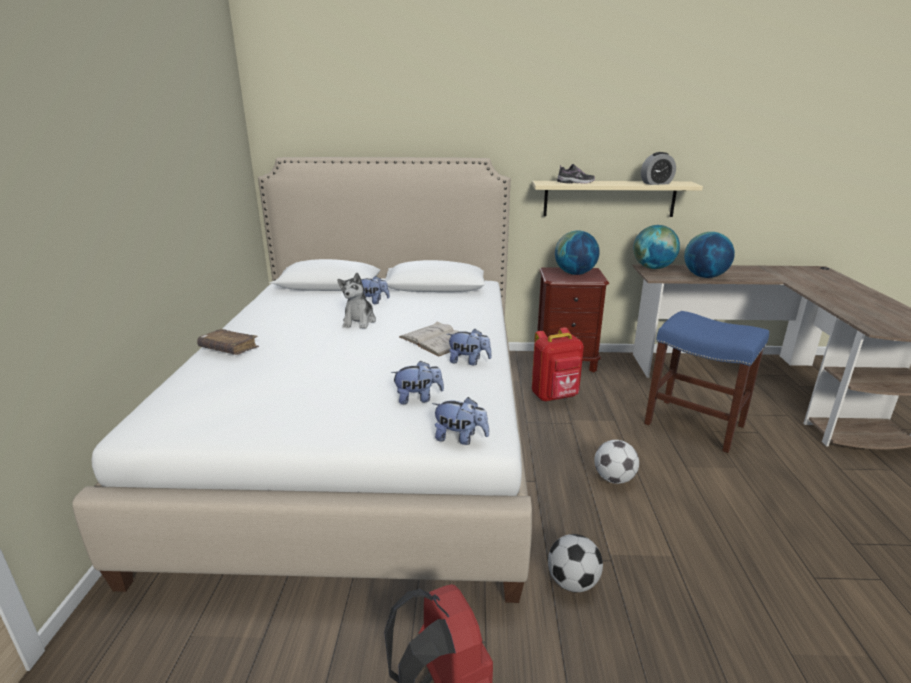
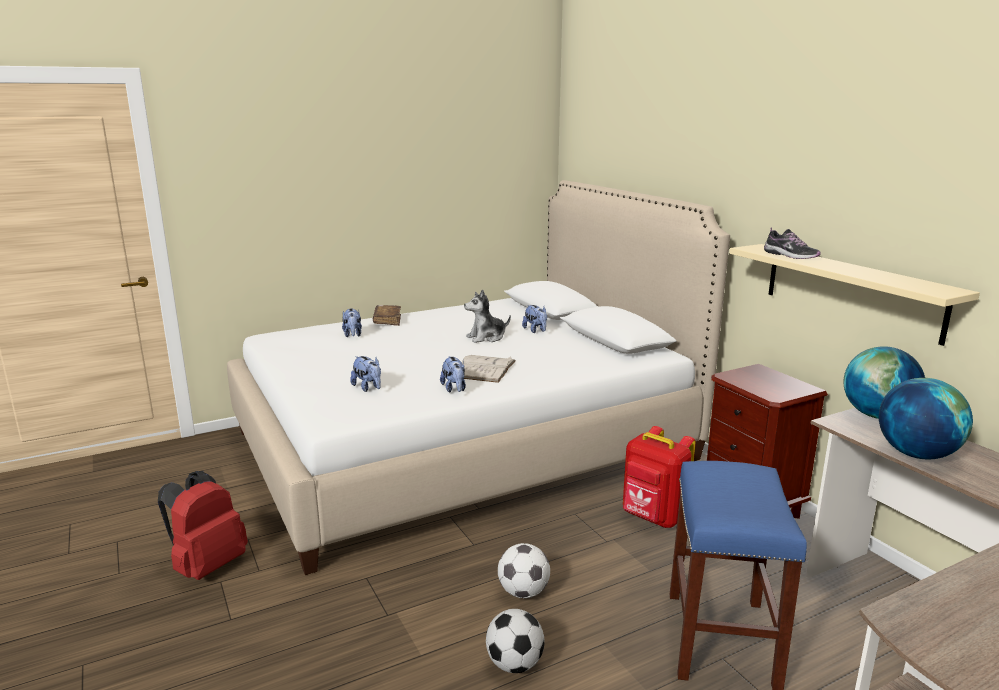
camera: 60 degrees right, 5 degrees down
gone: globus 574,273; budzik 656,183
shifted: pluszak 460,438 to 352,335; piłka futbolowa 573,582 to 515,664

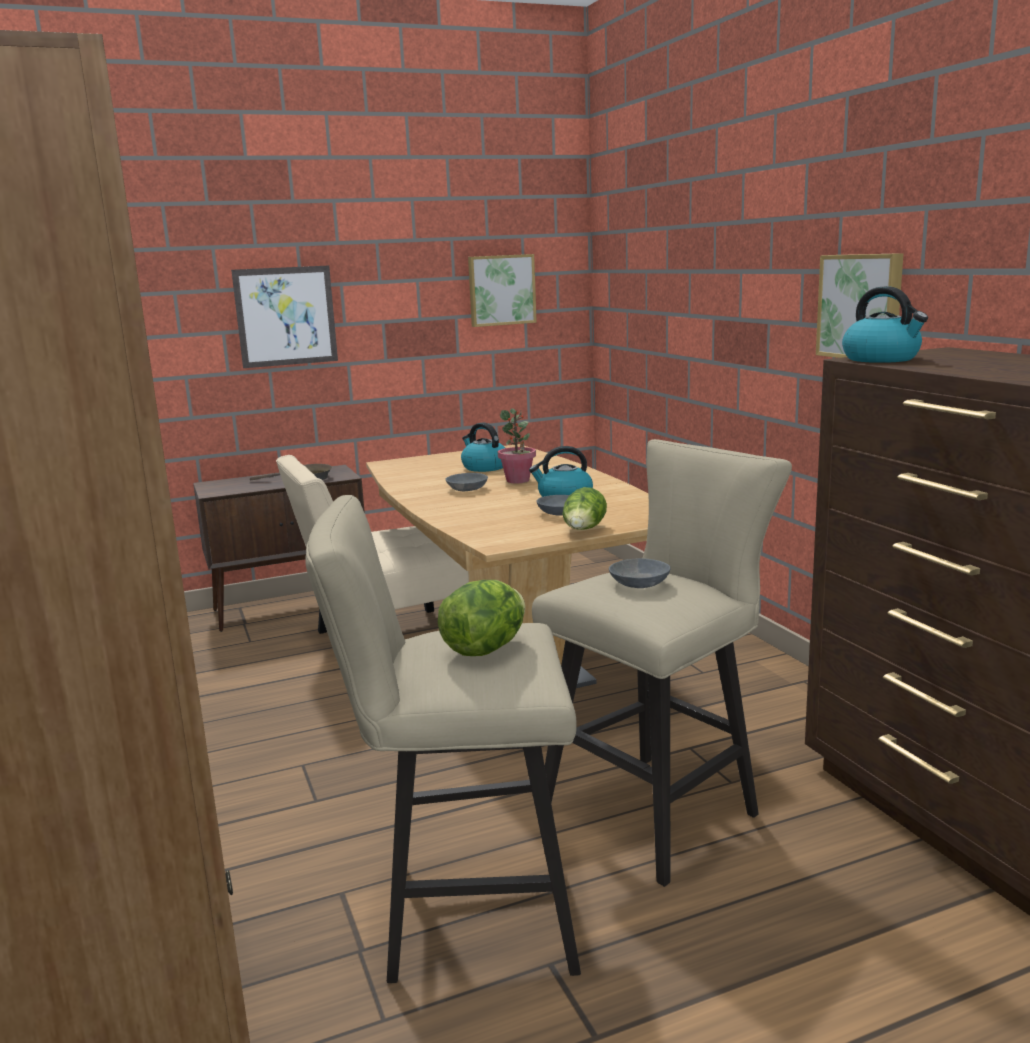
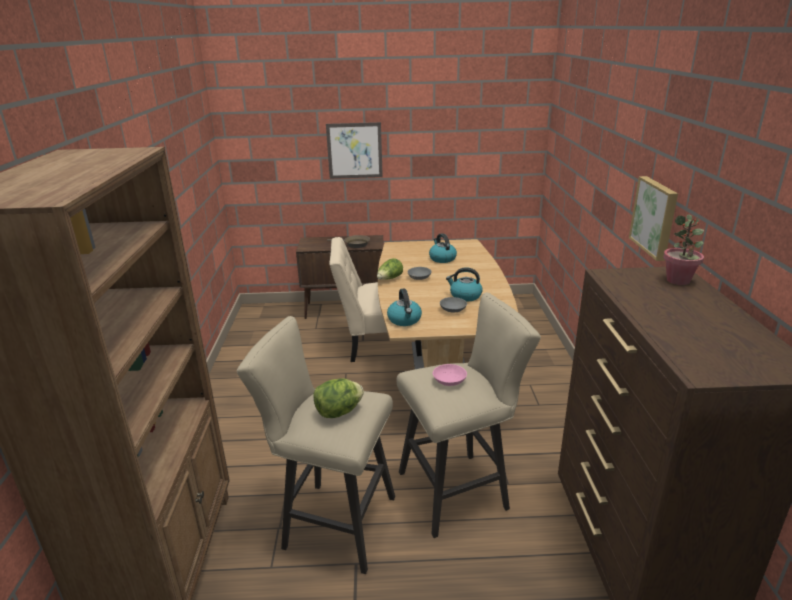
camera: 20 degrees right, 10 degrees up
gone: obraz 501,290
shifted: sałata 584,530 to 389,279; czajnik 882,359 to 404,320; roślina doniczkowa 518,480 to 678,281
repainted: miska (szary) 640,583 to miska (różowy) 450,380

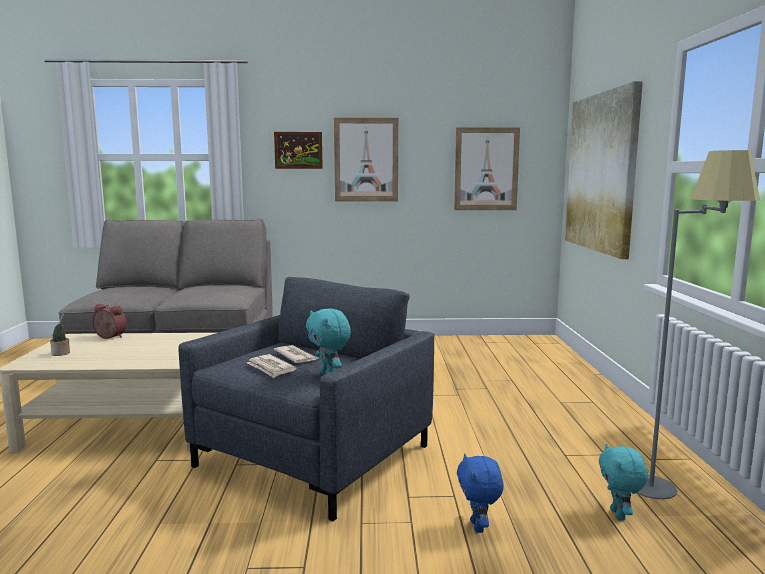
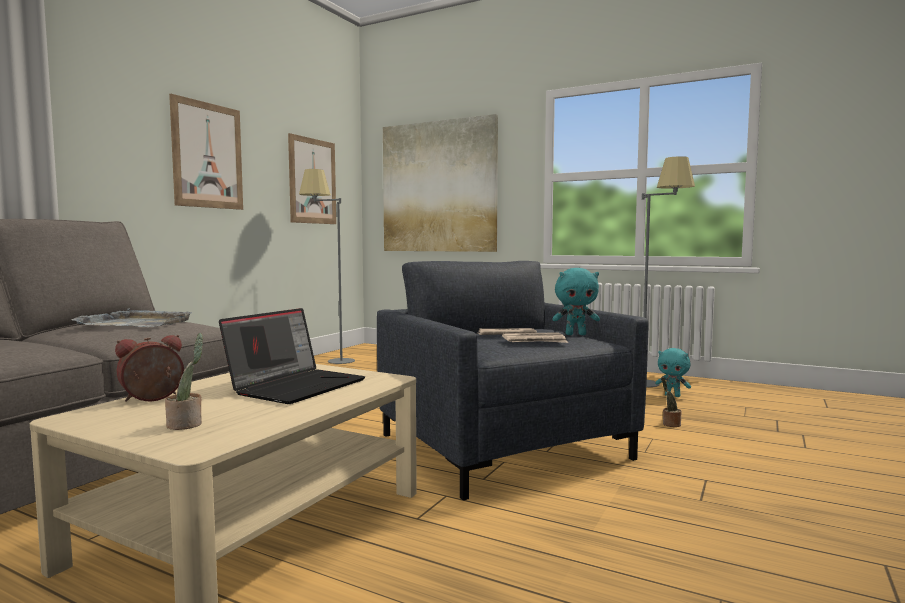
camera: 60 degrees left, 5 degrees down
gone: obraz 298,150
new: taca (szary) 136,323; laptop 297,386; lampa stojąca (szary) 329,362
swapped: pluszak (niebieski) 478,527 to roślina doniczkowa 670,424

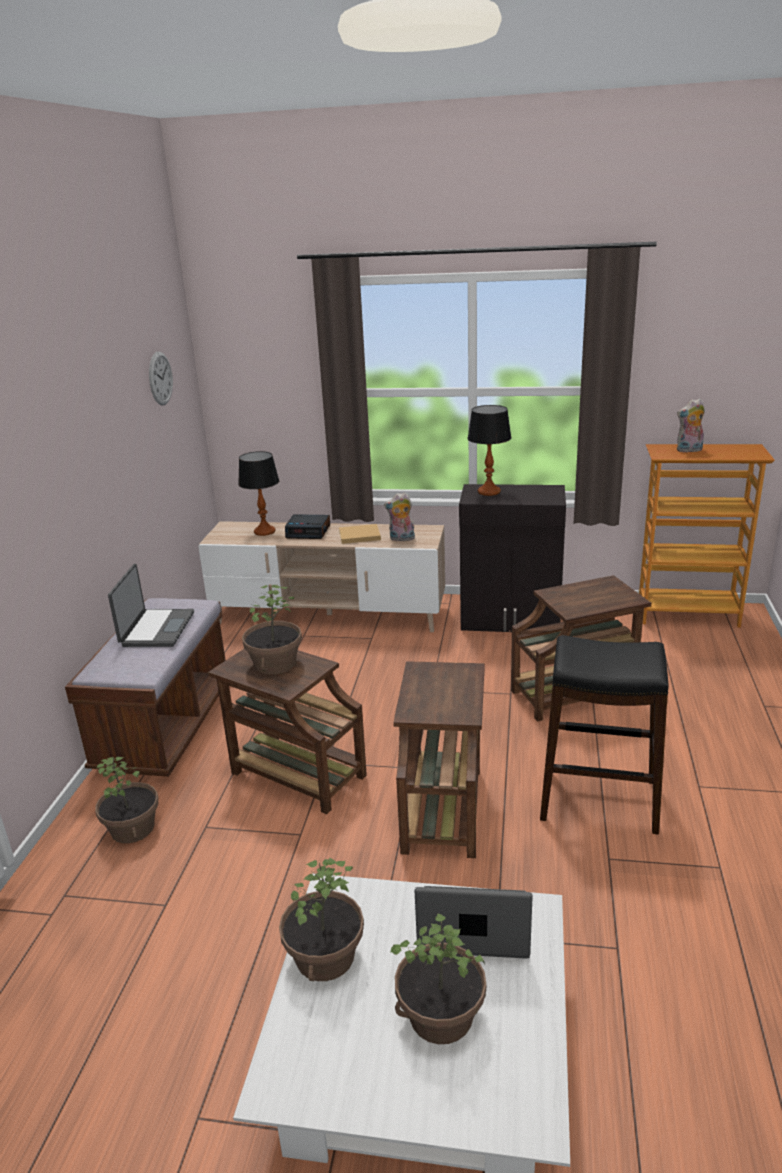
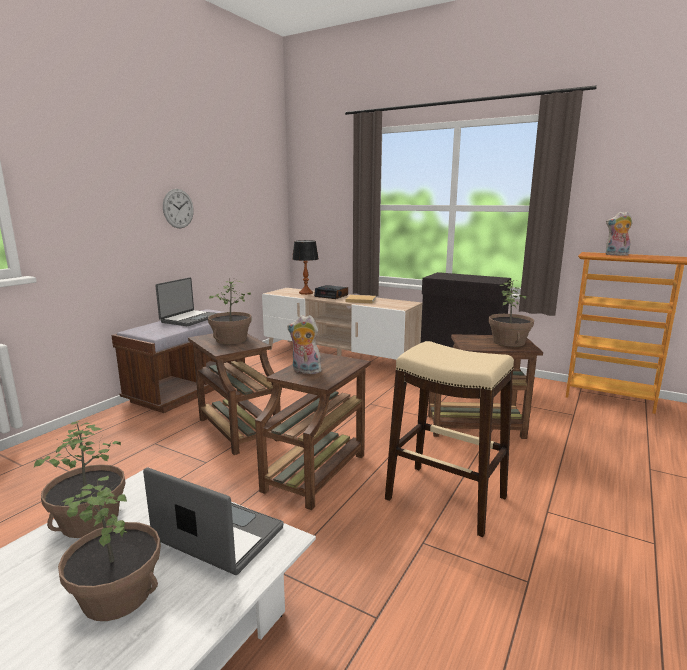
camera: 20 degrees right, 10 degrees down
gone: lampa stołowa 488,491
shifted: zegar ścienny 160,378 to 178,208; pluszak 401,539 to 305,371; roślina doniczkowa 133,828 to 509,342
repainted: stołek (czarny) 599,800 to stołek (beżowy) 446,498

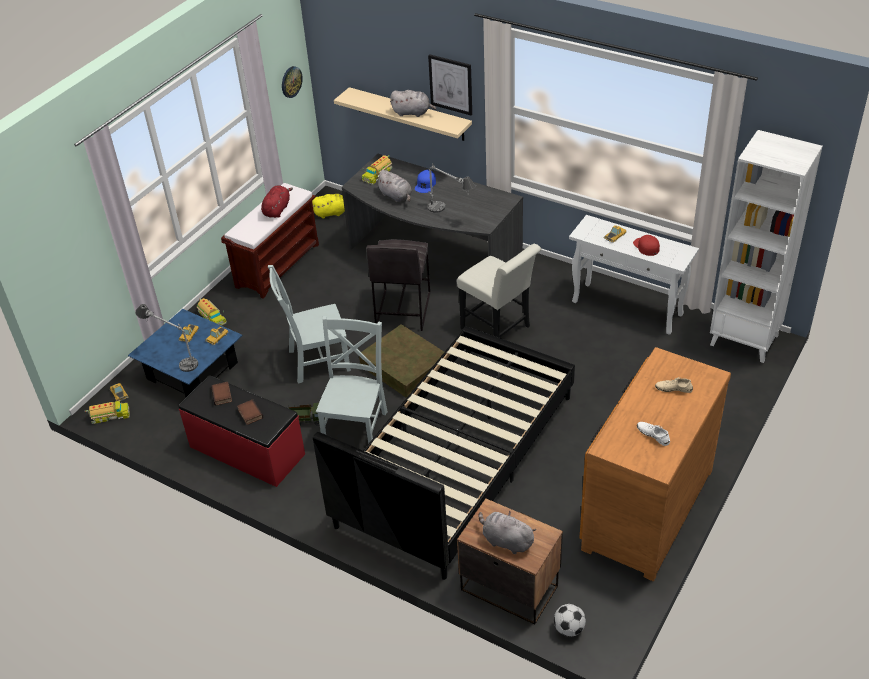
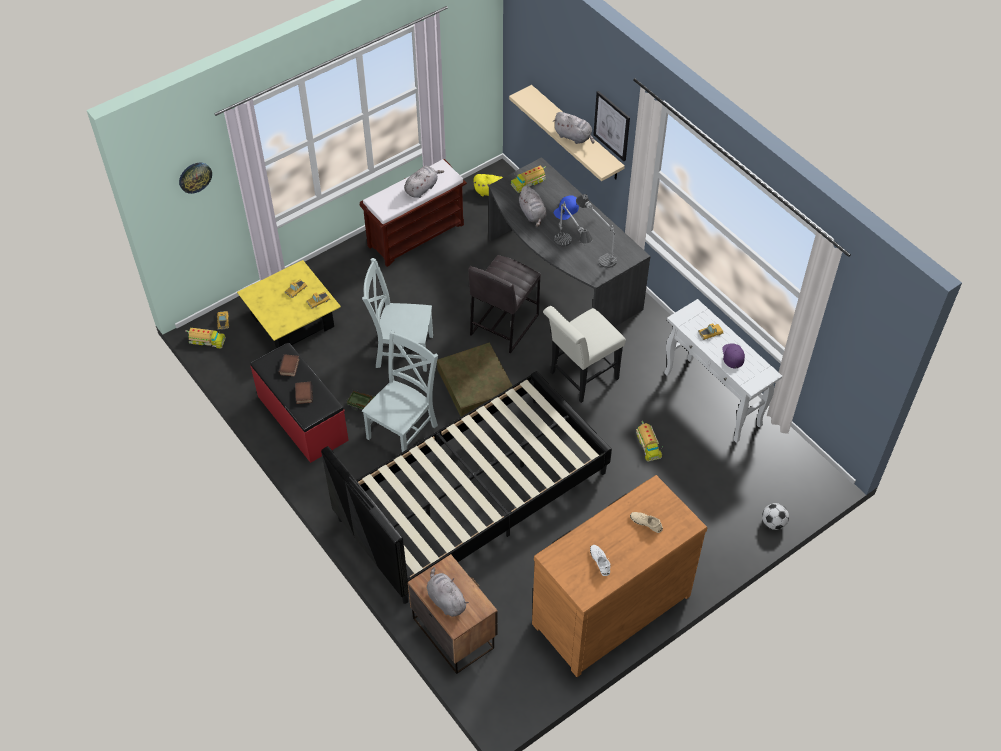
camera: 20 degrees right, 10 degrees up
gone: regał (biały) 745,340
shifted: zegar ścienny 291,81 to 195,177; lampa stołowa 174,357 to 596,249; ciężarówka zabawkowa 211,317 to 647,445; piłka futbolowa 569,629 to 773,523
repainted: ława (niebieski) 192,371 to ława (żółty) 292,321; pluszak (czerwony) 277,209 to pluszak (szary) 422,188; czapka z daszkiem (czerwony) 646,246 to czapka z daszkiem (fioletowy) 733,356
rotated: krzesło (biały) 499,329 = 580,378 75 degrees clockwise

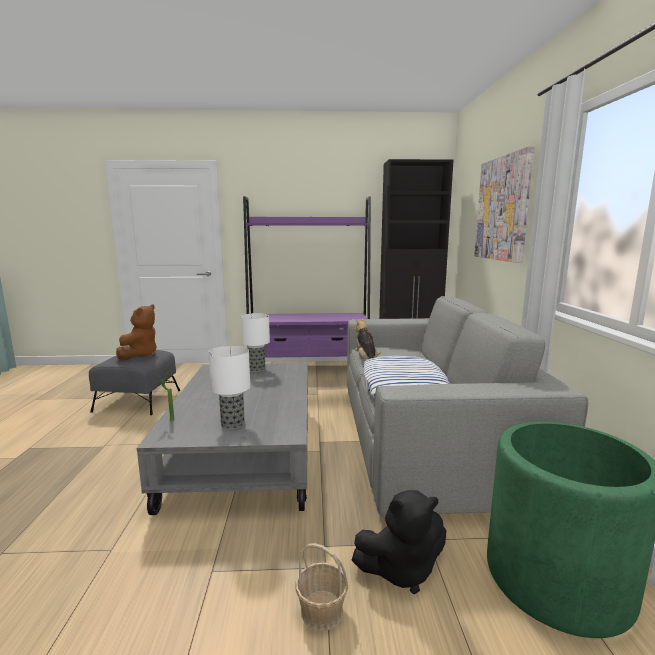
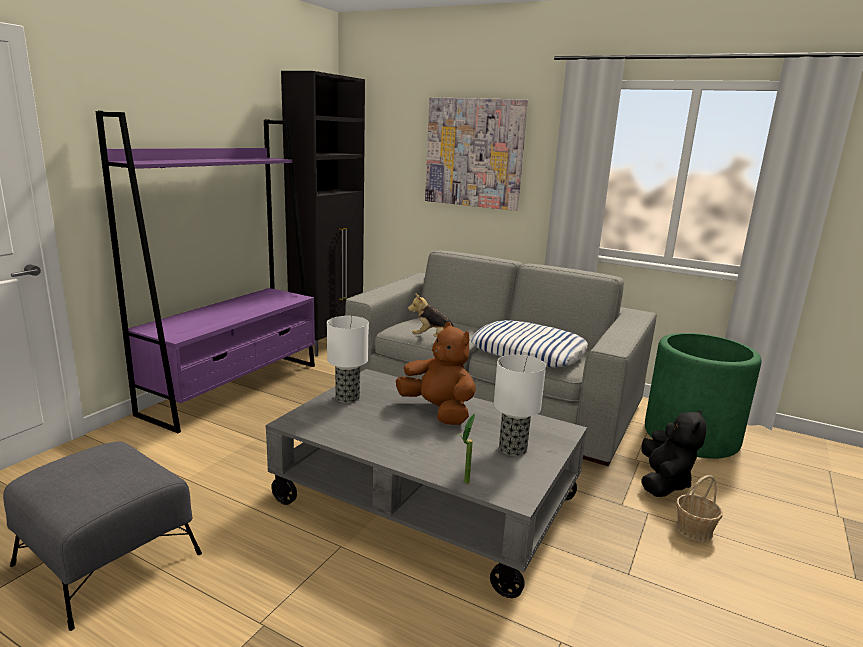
camera: 60 degrees left, 5 degrees up
shifted: pluszak (brązowy) 140,355 to 438,411

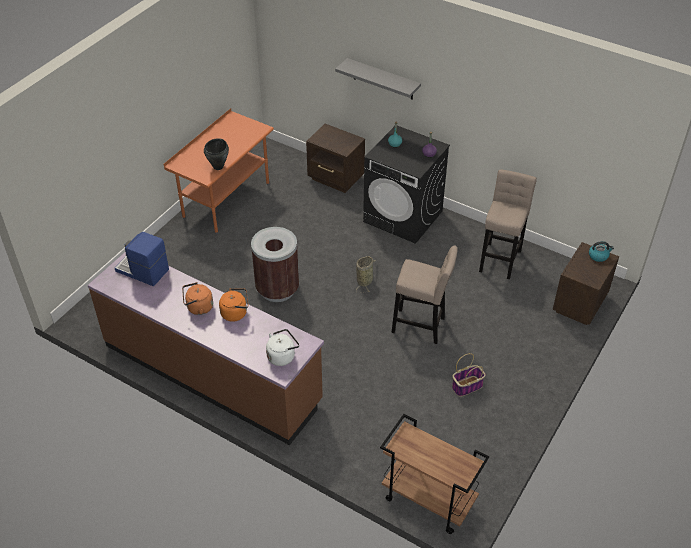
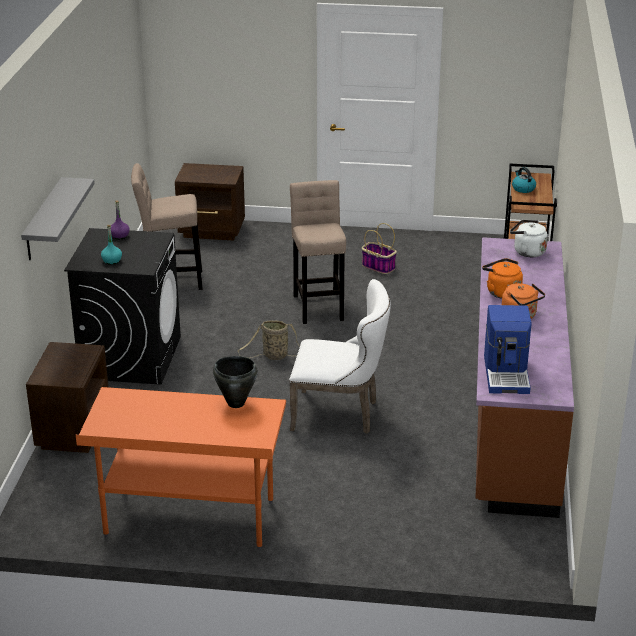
camera: 115 degrees left, 15 degrees down
shifted: czajnik 598,256 to 523,188
swapped: kosz na śmieci (brązowy) 277,289 to krzesło (biały) 340,414

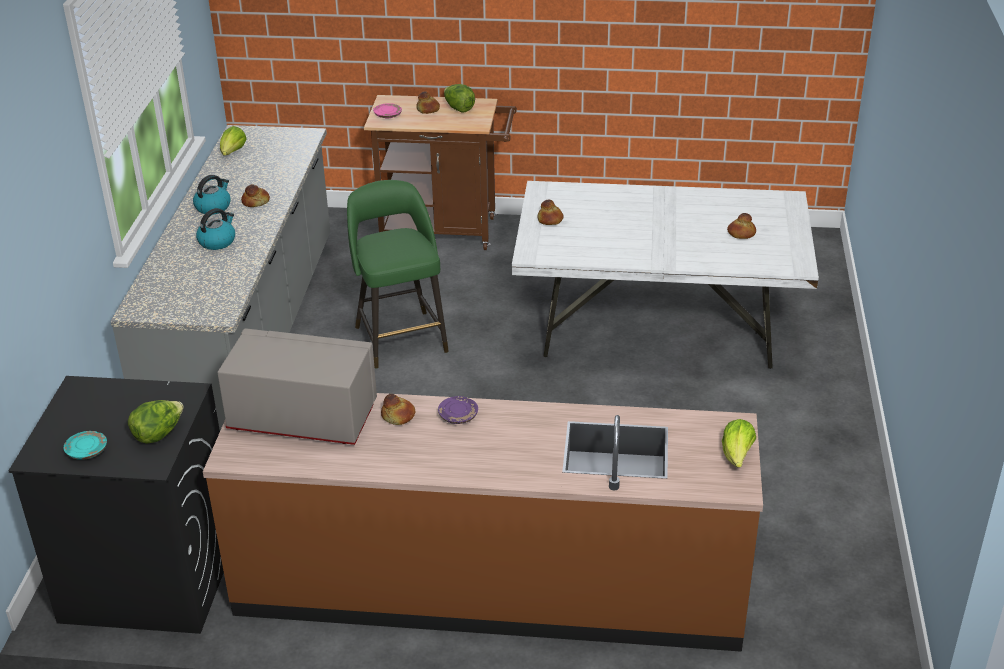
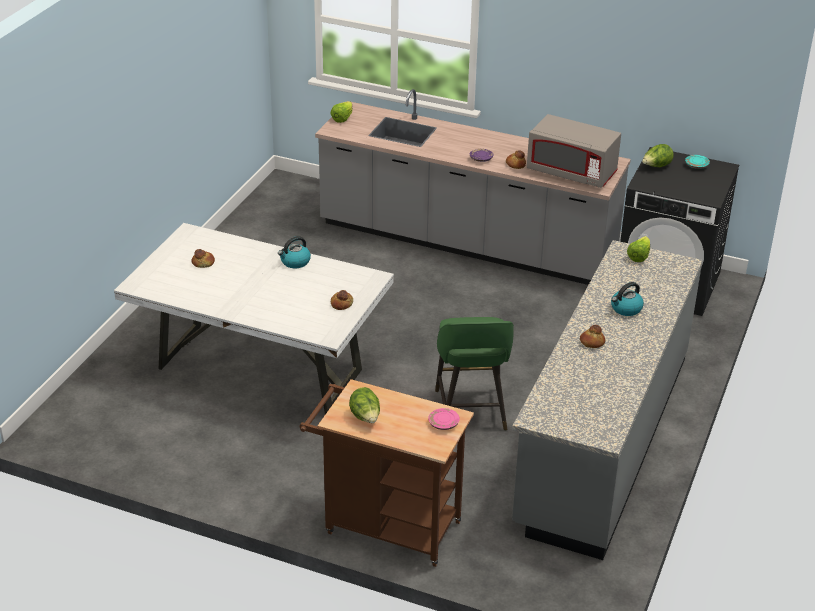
camera: 165 degrees left, 0 degrees up
gone: chleb 427,110
shifted: czajnik 213,207 to 295,262; sałata 233,153 to 639,256
repainted: zabudowa kuchenna (brązowy) 489,586 to zabudowa kuchenna (szary) 466,243

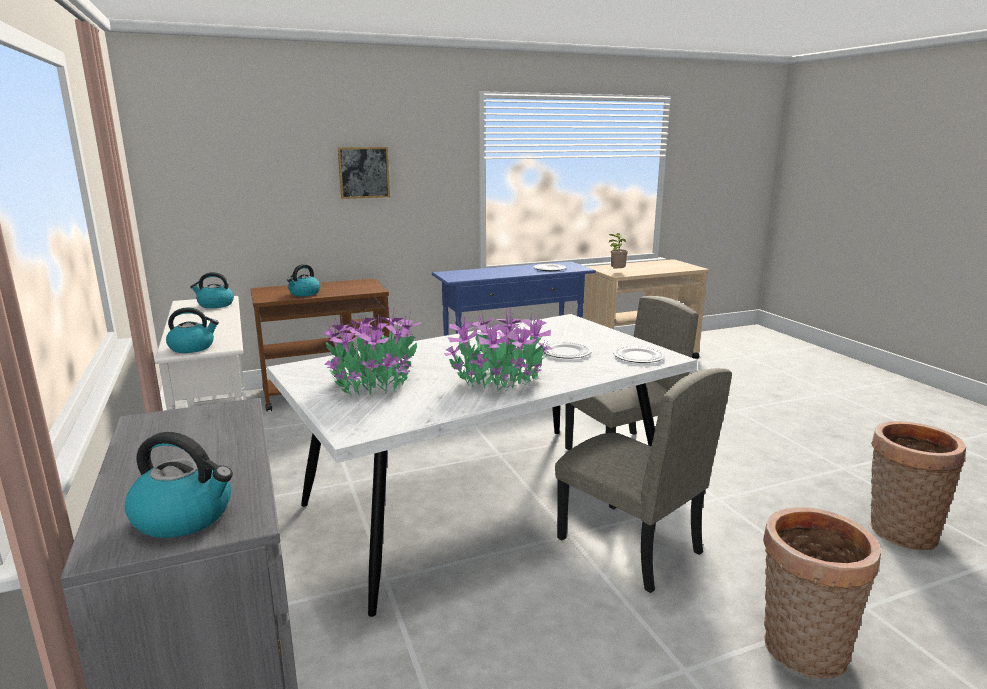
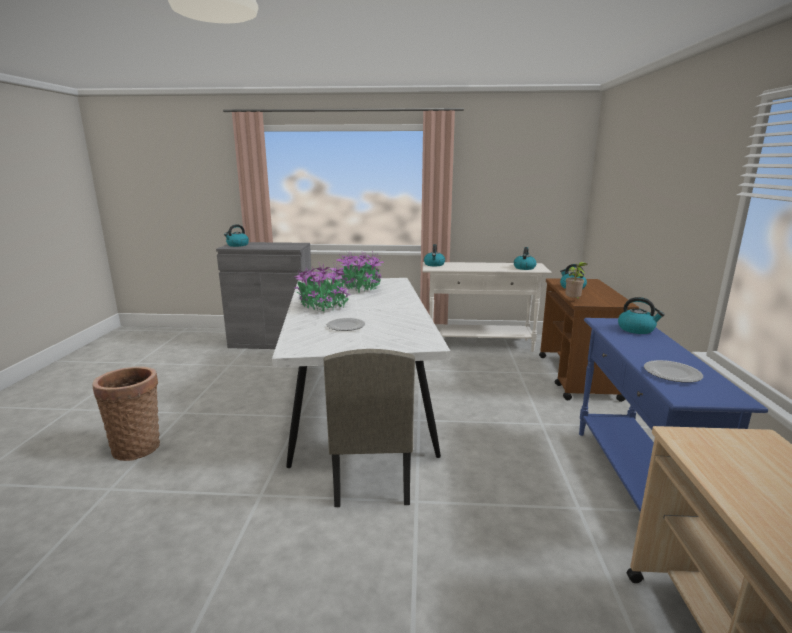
camera: 115 degrees right, 0 degrees up
gone: obraz 364,172; krzesło (beżowy) 628,546; talerz 638,357; koszyk 898,532
new: czajnik 636,329
shifted: roślina doniczkowa 616,272 to 573,301

